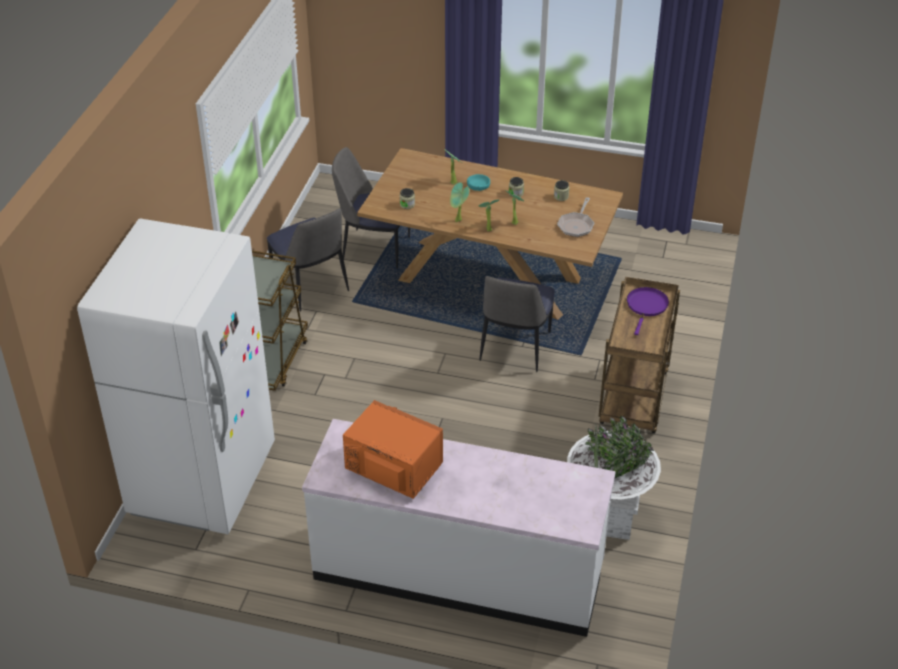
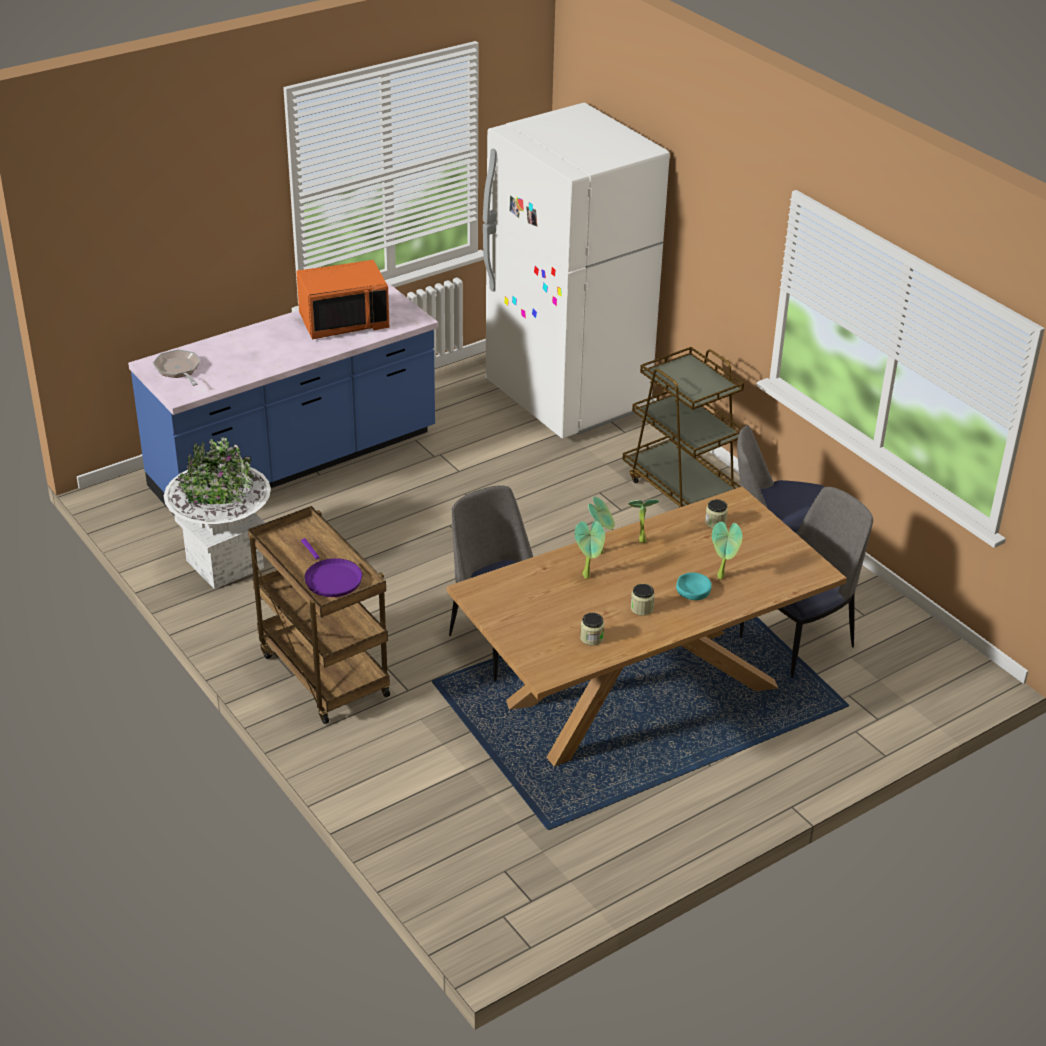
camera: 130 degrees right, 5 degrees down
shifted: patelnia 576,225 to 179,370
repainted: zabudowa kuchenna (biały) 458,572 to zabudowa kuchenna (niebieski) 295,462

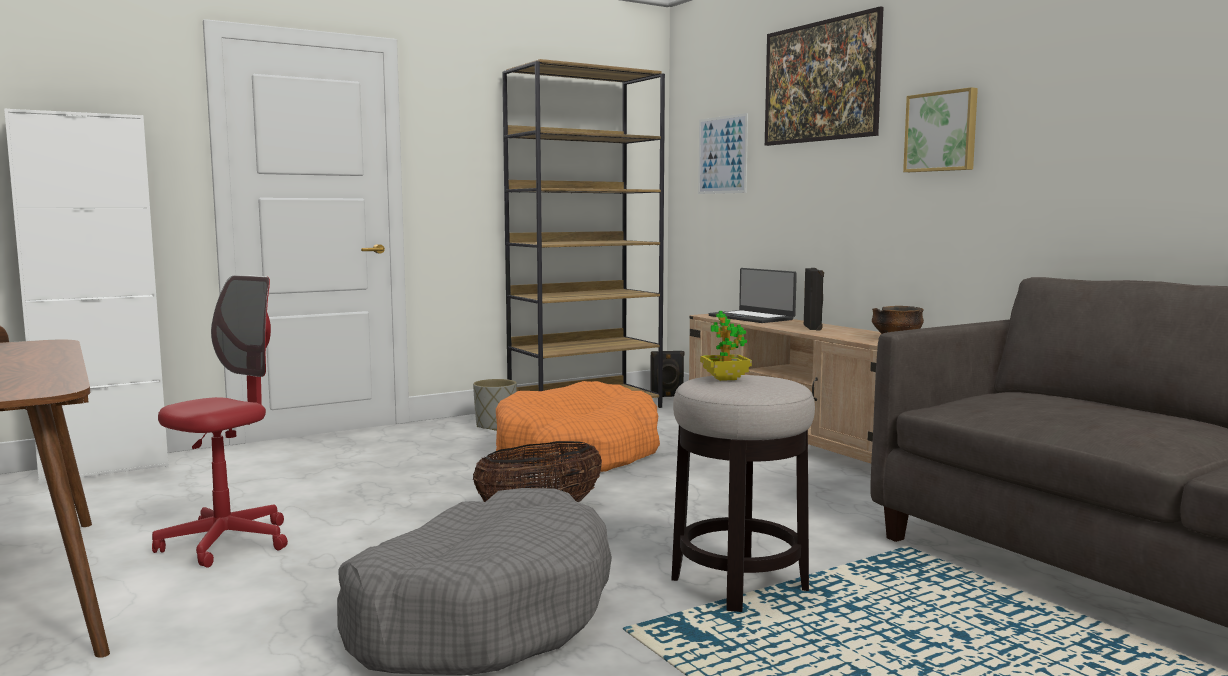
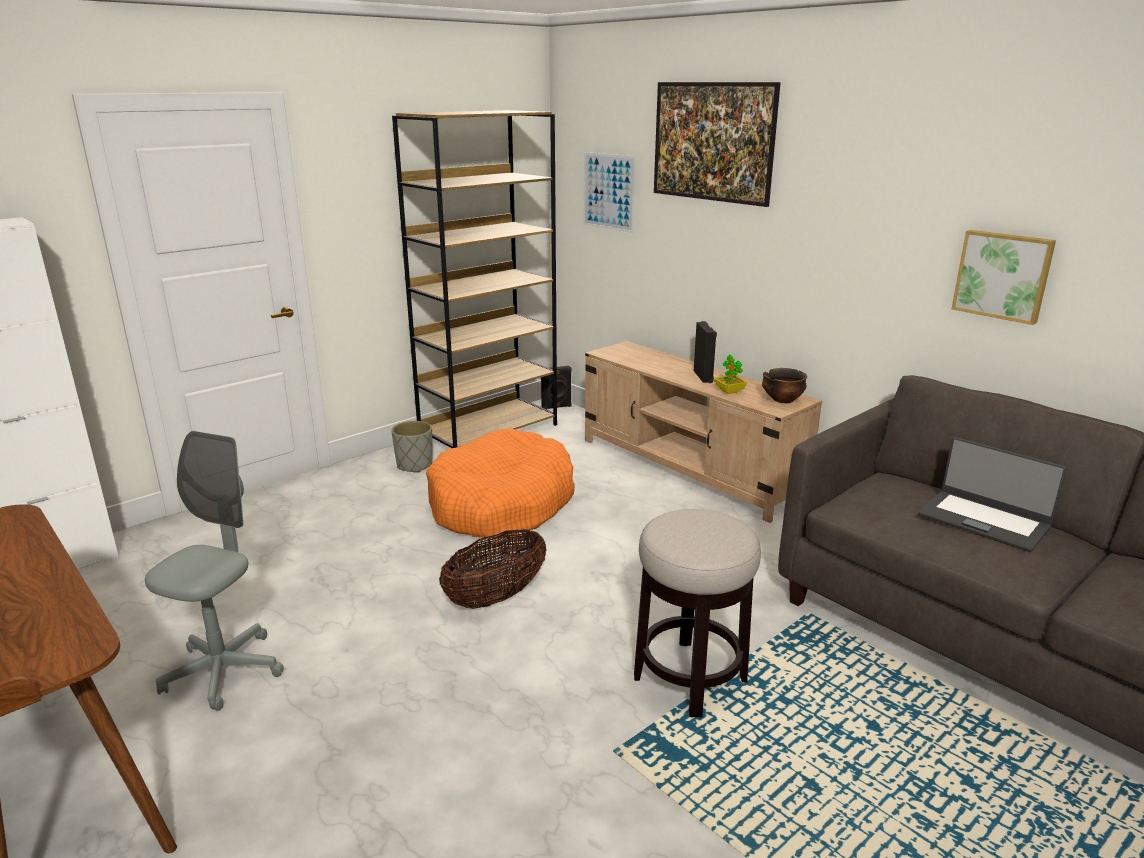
camera: 10 degrees left, 15 degrees up
gone: legowisko (szary) 481,614
shifted: roślina doniczkowa 725,378 to 729,391; laptop 752,317 to 984,520; obraz 942,131 to 1003,275
repainted: krzesło biurowe (czerwony) 226,543 to krzesło biurowe (szary) 224,671

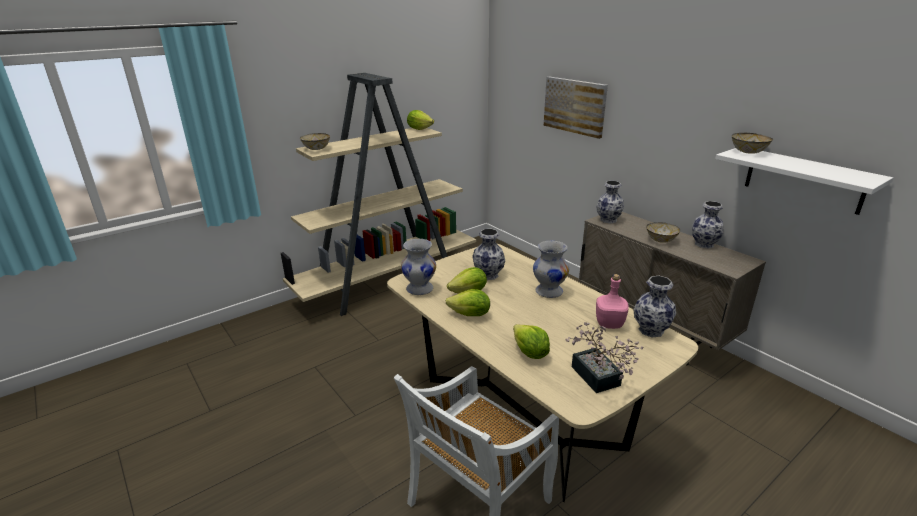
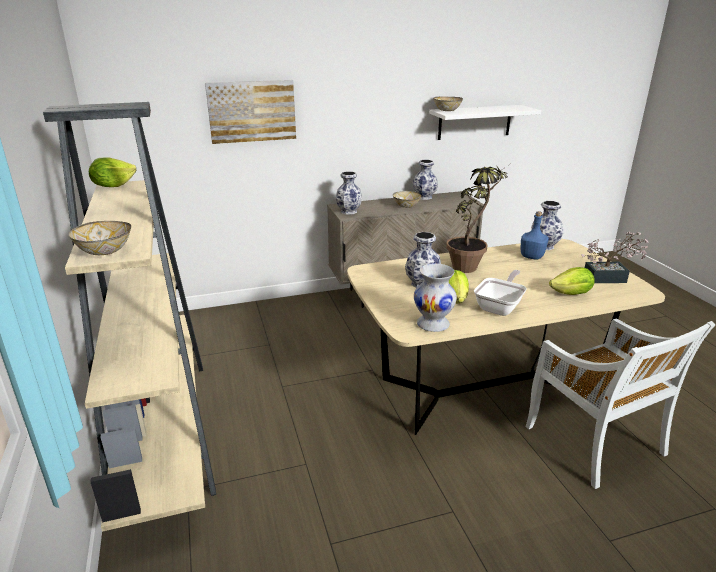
camera: 70 degrees left, 0 degrees up
swapped: wazon (biały) 549,292 to roślina doniczkowa 470,265; sałata 470,315 to patelnia 500,307
repainted: butelka (różowy) 608,324 to butelka (niebieski) 532,257

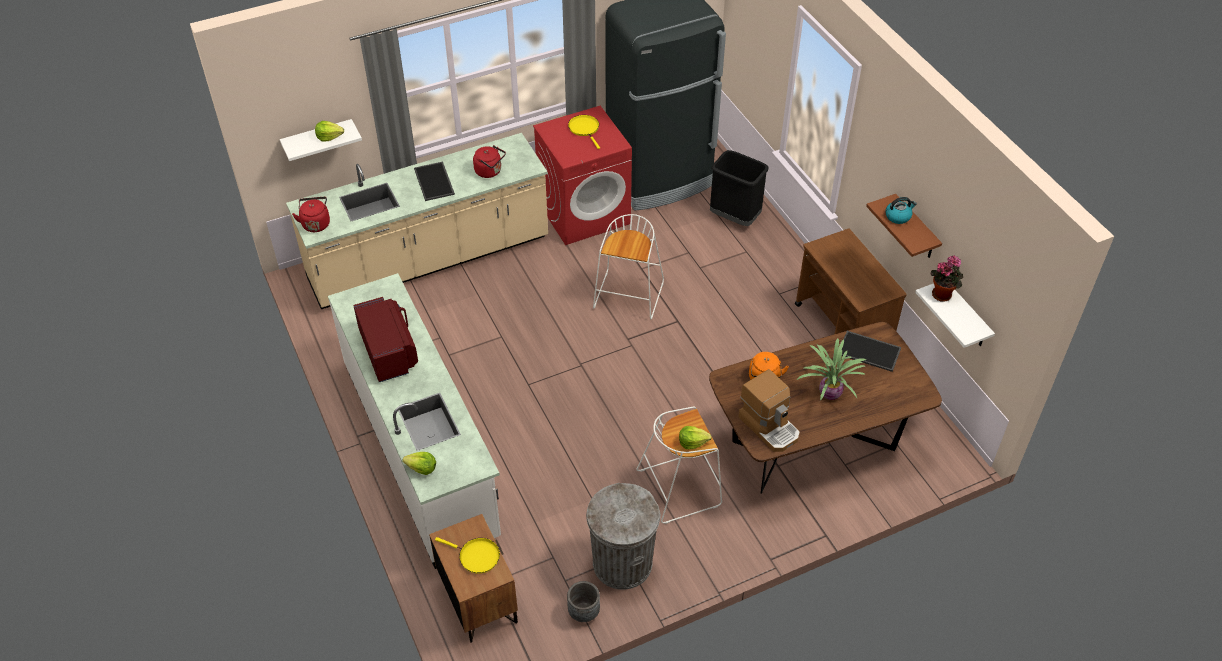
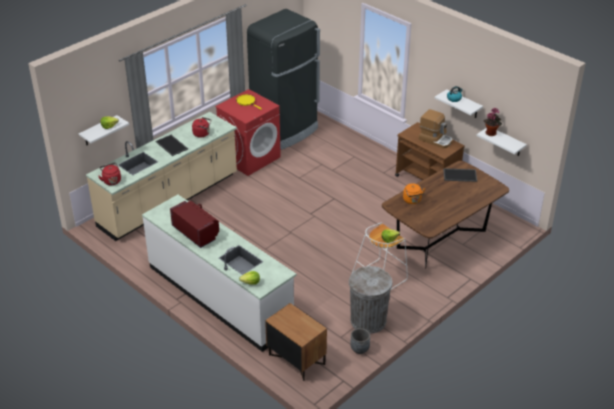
camera: 20 degrees left, 10 degrees down
gone: patelnia (żółty) 476,556; stołek (biały) 629,297; kosz na śmieci (czarny) 735,217; roślina doniczkowa 830,392
shifted: ekspres do kawy 770,426 to 435,140
repainted: półka (brązowy) 916,228 to półka (biały) 464,104

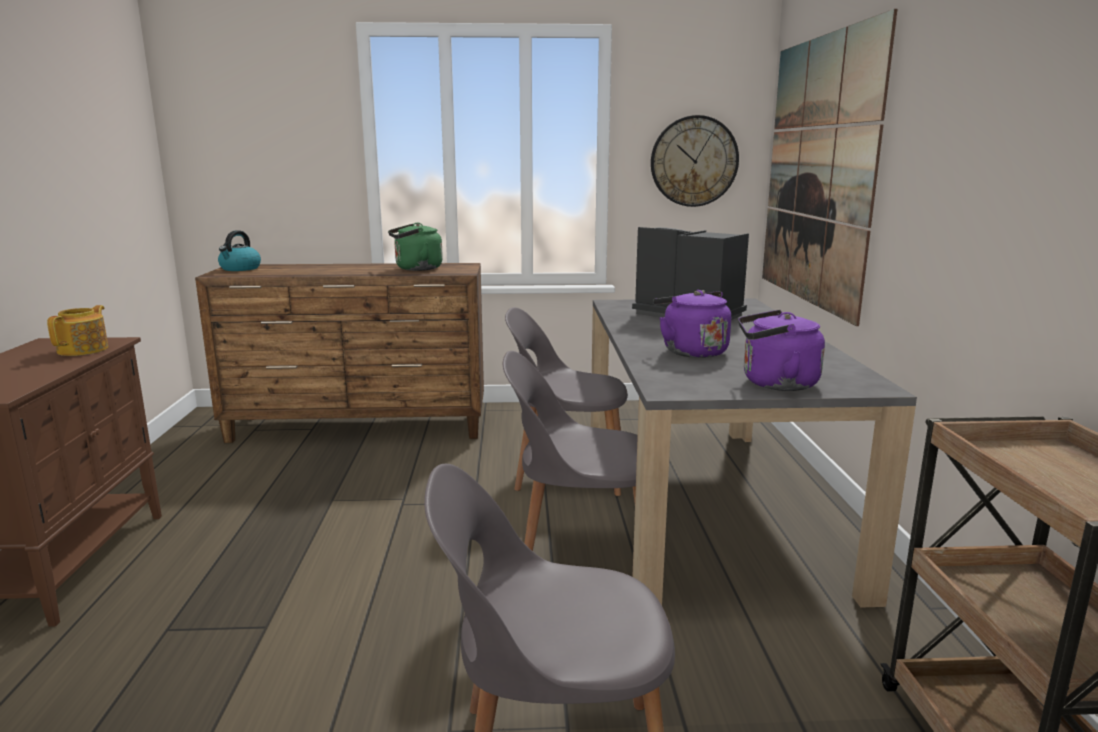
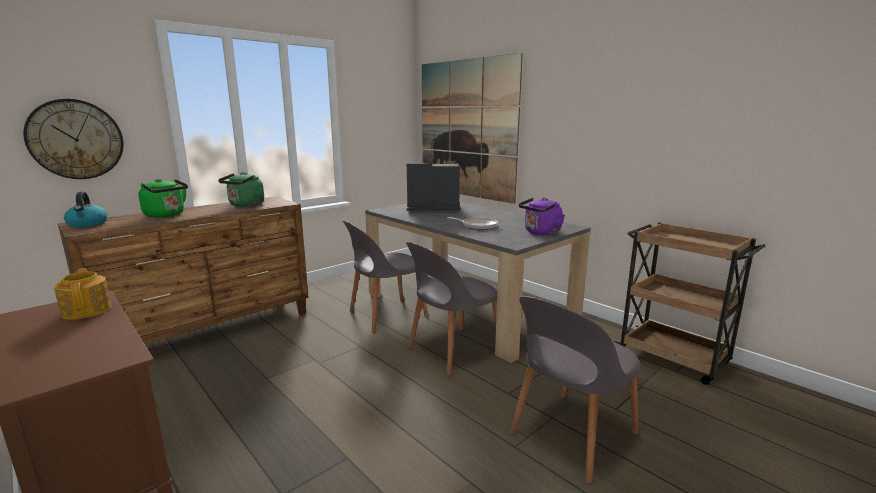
camera: 40 degrees left, 0 degrees up
new: czajnik (zielony) 166,215
shifted: zegar ścienny 694,161 to 76,139
swapped: czajnik (fioletowy) 691,351 to patelnia 478,226

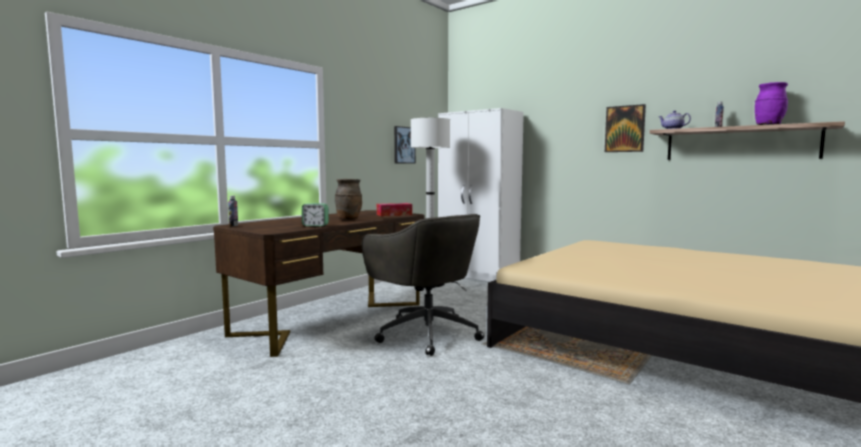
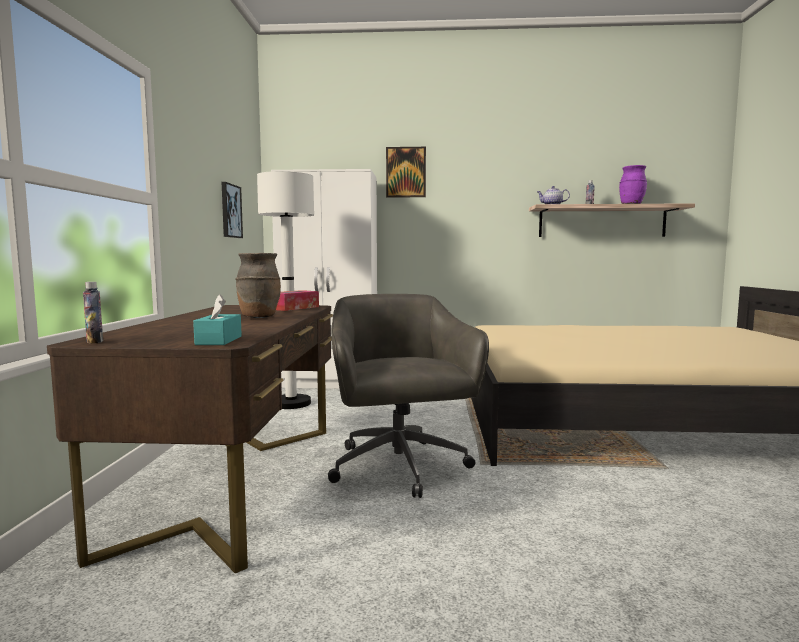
camera: 35 degrees left, 0 degrees up
gone: budzik 315,225
new: pudełko chusteczek (turkusowy) 219,340
shifted: obraz 625,129 to 406,172
rotated: krzesło biurowe (szary) 426,333 = 399,468 120 degrees counterclockwise

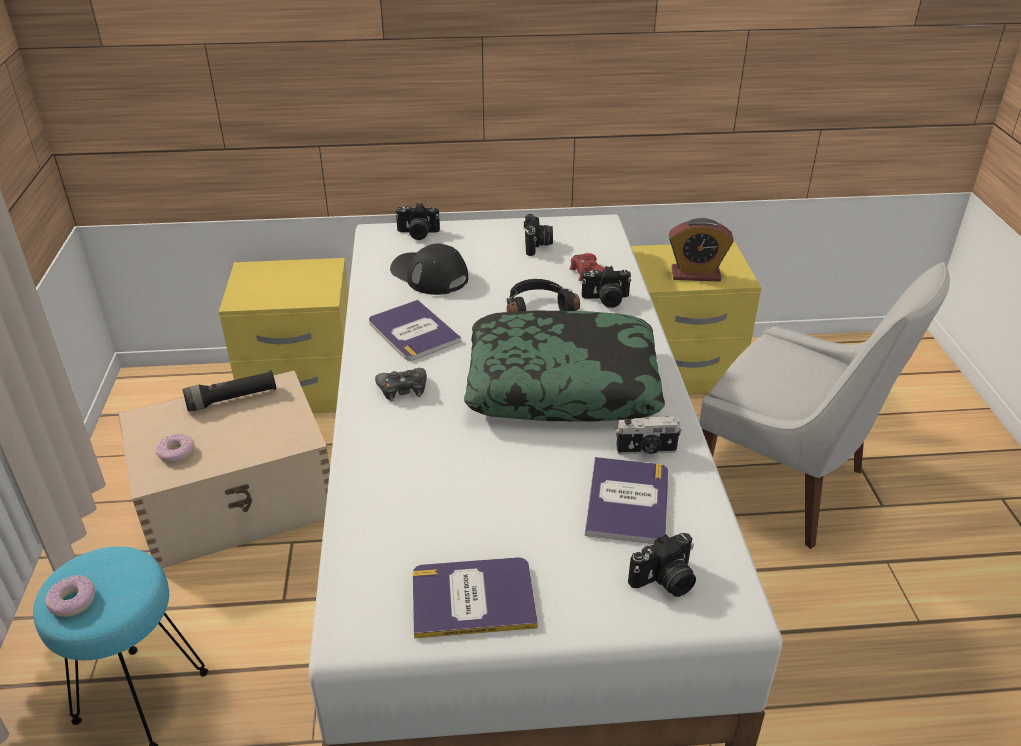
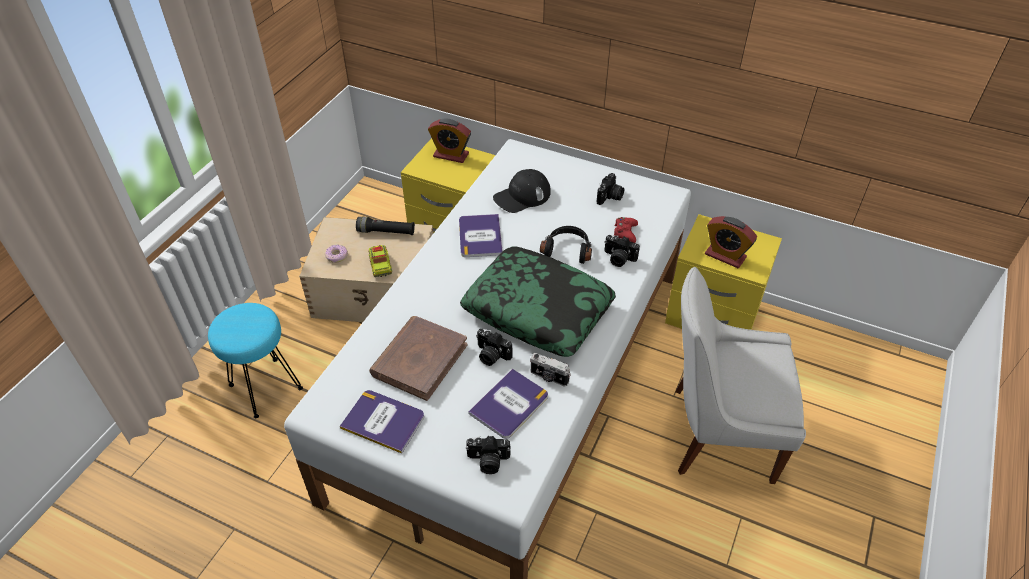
camera: 30 degrees right, 10 degrees up
gone: donut 72,601; pad do gier (czarny) 403,389
new: ciężarówka zabawkowa 380,265; książka (brązowy) 419,360; budzik 451,155
shifted: aparat fotograficzny 417,234 to 491,355
rotated: czapka z daszkiem (czarny) 429,275 = 522,196 105 degrees counterclockwise; krzesło (biały) 787,486 = 717,433 120 degrees clockwise

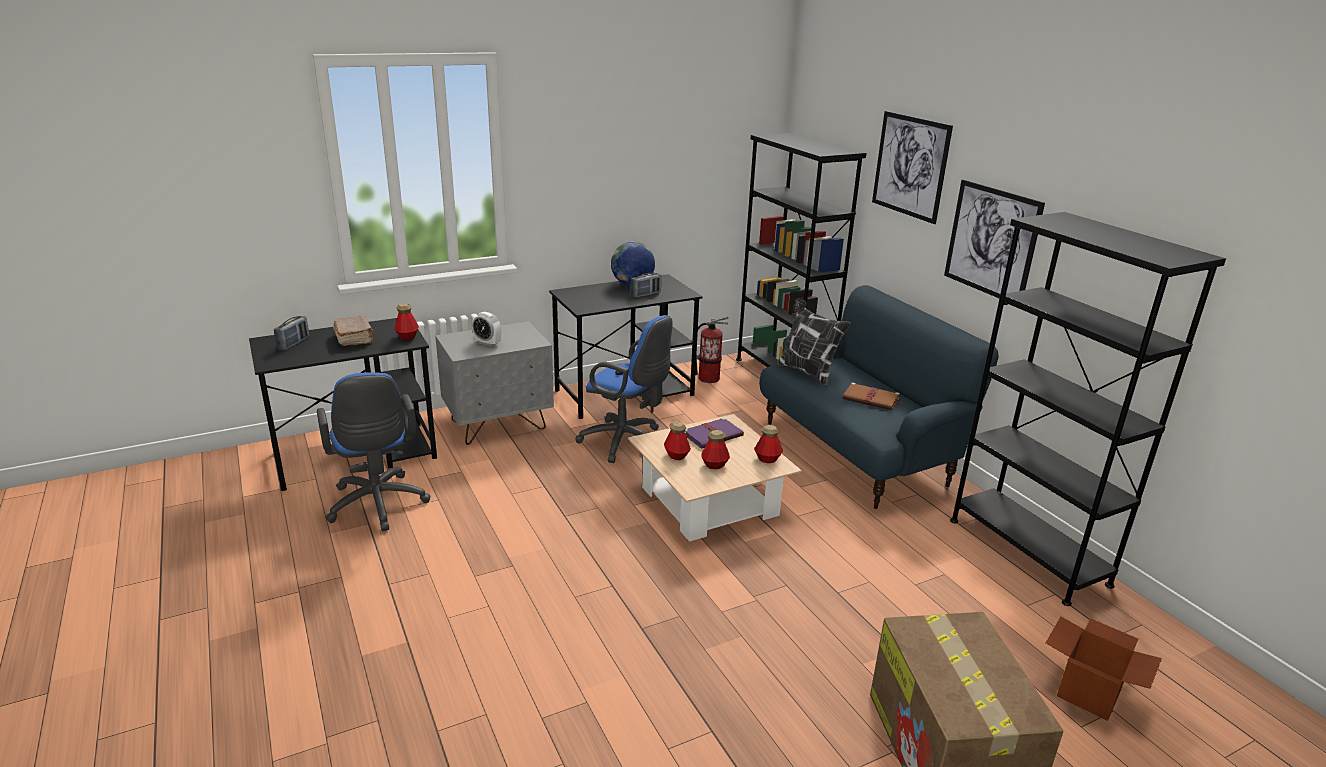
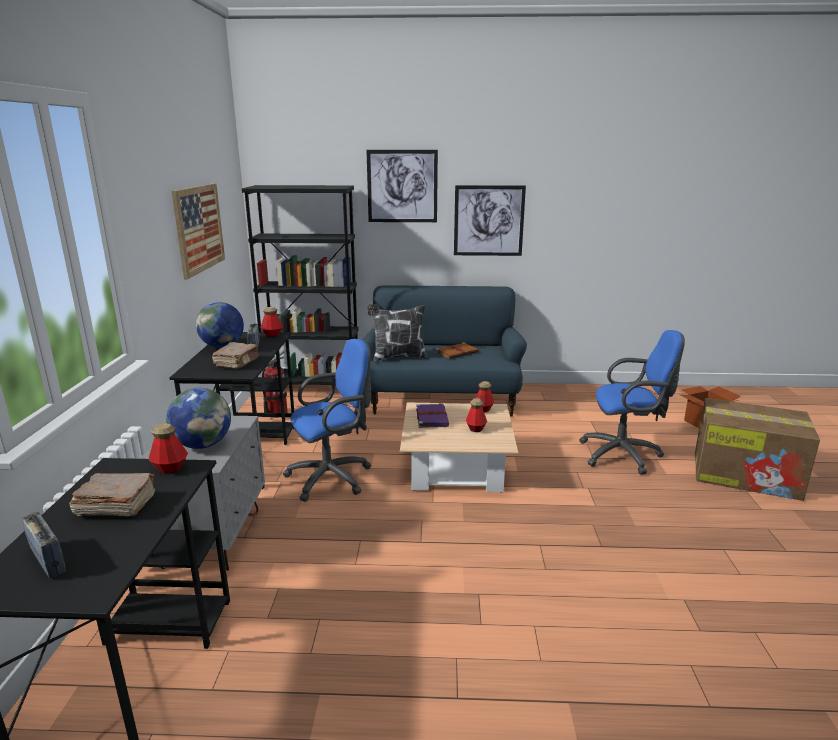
camera: 60 degrees left, 5 degrees down
gone: regał (czarny) 1027,551
new: obraz 199,228; książka (brązowy) 237,363
shifted: butelka 676,455 to 272,335; krzesło biurowe (niebieski) 378,506 to 624,455
swapped: budzik 487,343 to globus 203,445

